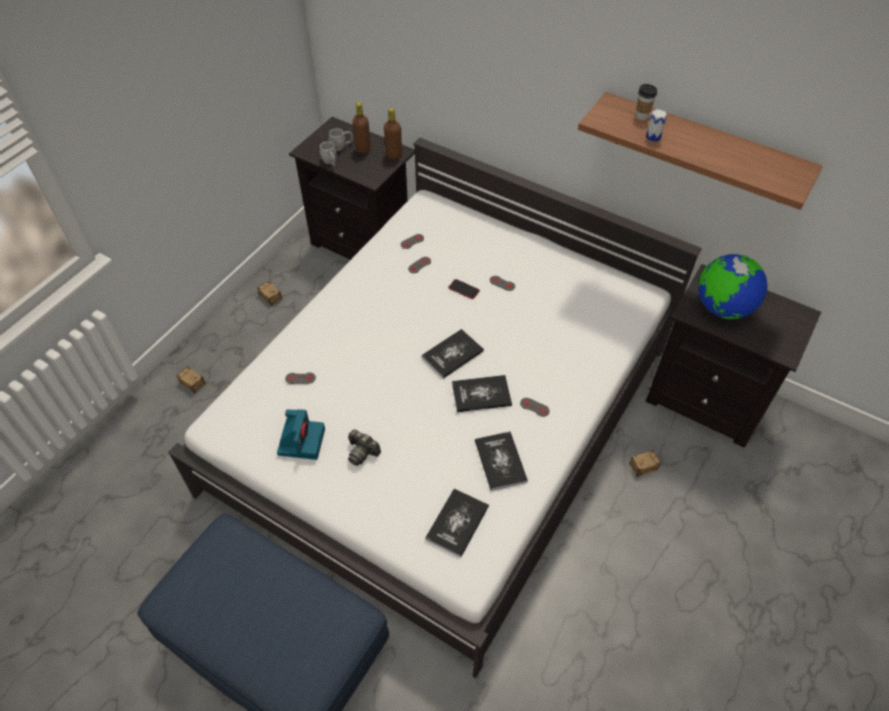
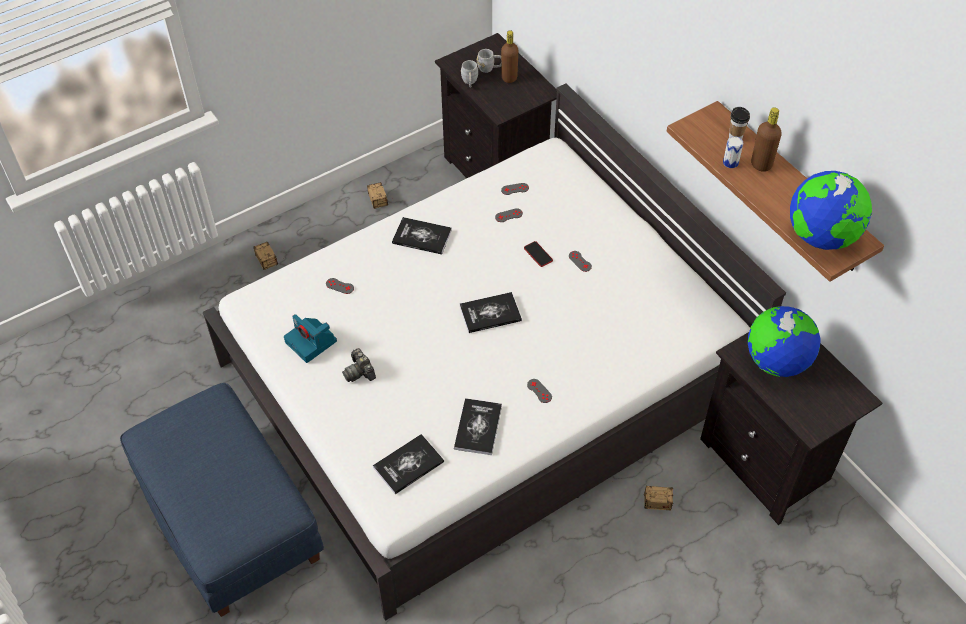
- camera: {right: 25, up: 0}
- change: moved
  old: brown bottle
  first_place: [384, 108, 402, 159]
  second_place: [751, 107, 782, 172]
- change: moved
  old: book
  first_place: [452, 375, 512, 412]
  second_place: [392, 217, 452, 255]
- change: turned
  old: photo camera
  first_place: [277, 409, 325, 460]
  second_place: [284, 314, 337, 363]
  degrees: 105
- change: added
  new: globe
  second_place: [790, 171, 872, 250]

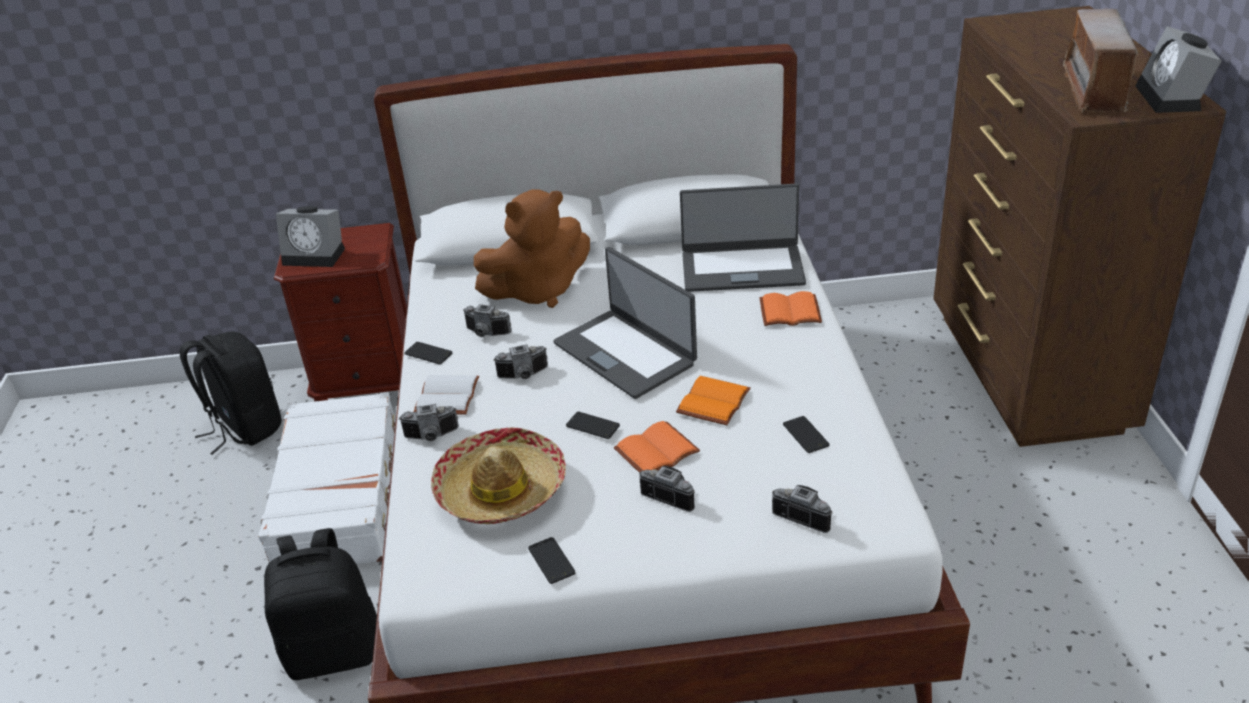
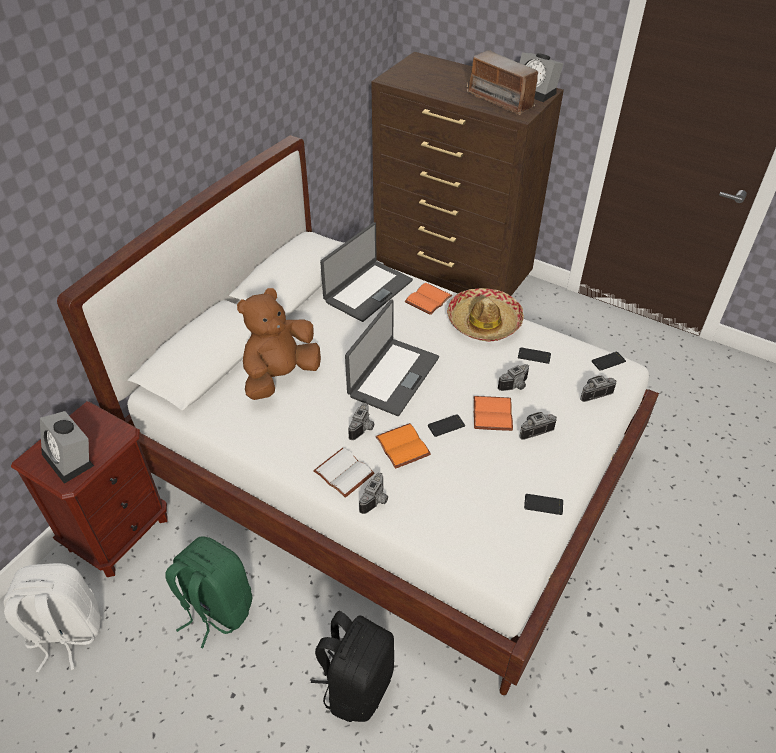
- camera: {right: -55, up: 10}
- change: turned
  old: brown plush toy
  first_place: [474, 189, 590, 308]
  second_place: [237, 288, 321, 400]
  degrees: -150
- change: turned
  old: alarm clock
  first_place: [276, 206, 345, 267]
  second_place: [40, 411, 94, 484]
  degrees: 90
- change: turned
  old: laptop
  first_place: [553, 247, 697, 399]
  second_place: [345, 299, 439, 416]
  degrees: -60
- change: moved
  old: photo camera
  first_place: [463, 304, 512, 337]
  second_place: [498, 364, 529, 391]
- change: recoloured
  old: black backpack
  new: white backpack
  first_place: [180, 331, 281, 455]
  second_place: [3, 563, 101, 672]
- change: moved
  old: phone
  first_place: [404, 342, 452, 364]
  second_place: [591, 352, 626, 371]
- change: moved
  old: orange book
  first_place: [676, 376, 751, 425]
  second_place: [375, 423, 431, 469]
- change: replaced
  old: white suitcase
  new: green backpack
  first_place: [258, 392, 396, 564]
  second_place: [165, 537, 252, 648]
- change: moved
  old: hat
  first_place: [431, 427, 566, 524]
  second_place: [447, 288, 524, 342]

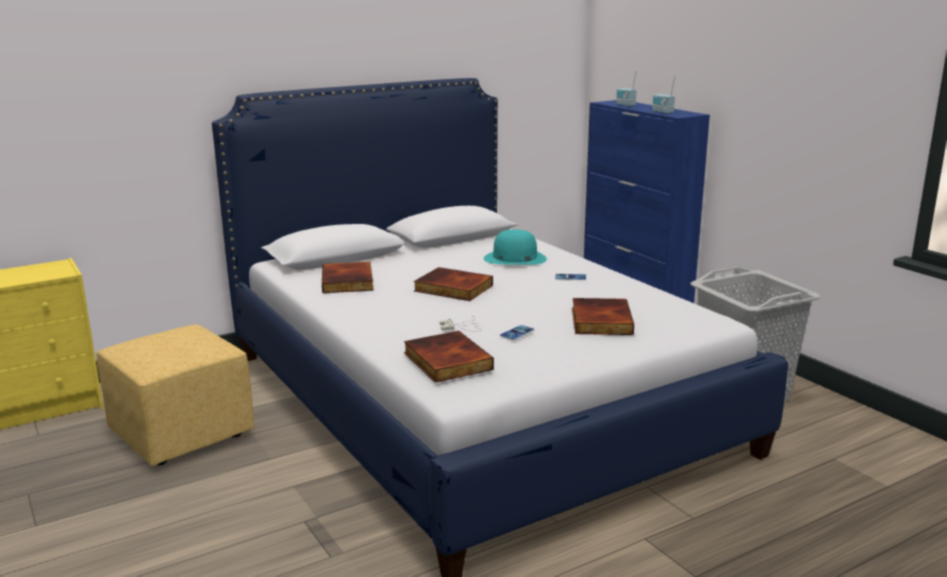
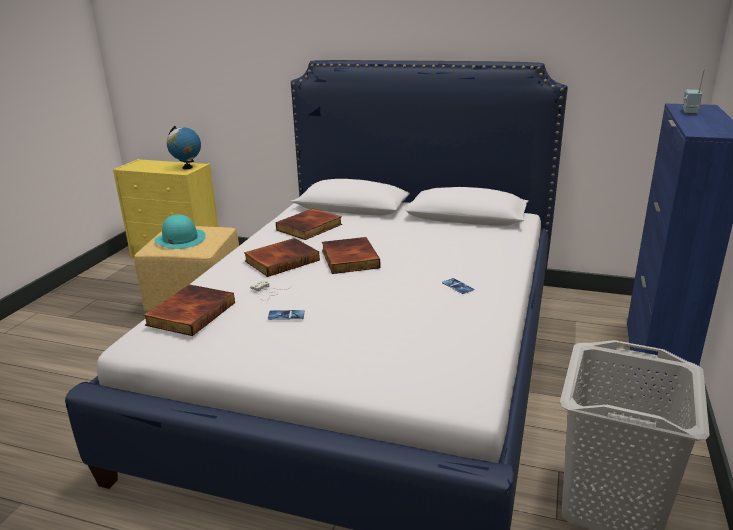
- camera: {right: 50, up: 5}
- change: removed
  old: radio
  first_place: [652, 76, 675, 114]
- change: moved
  old: turquoise hat
  first_place: [484, 229, 547, 265]
  second_place: [155, 214, 206, 249]
- change: moved
  old: book
  first_place: [572, 298, 634, 335]
  second_place: [244, 238, 320, 277]
- change: added
  new: globe
  second_place: [167, 126, 201, 169]

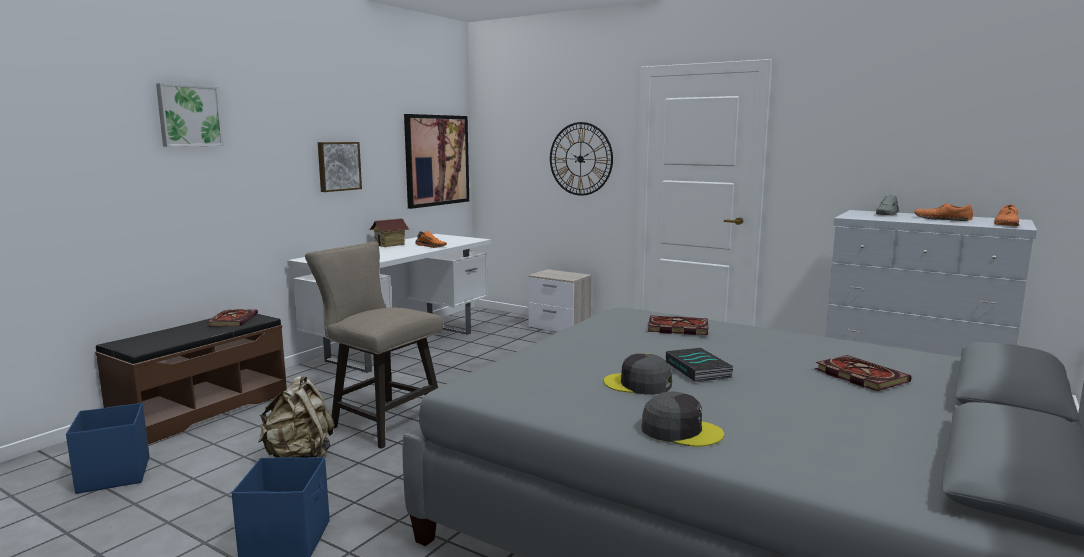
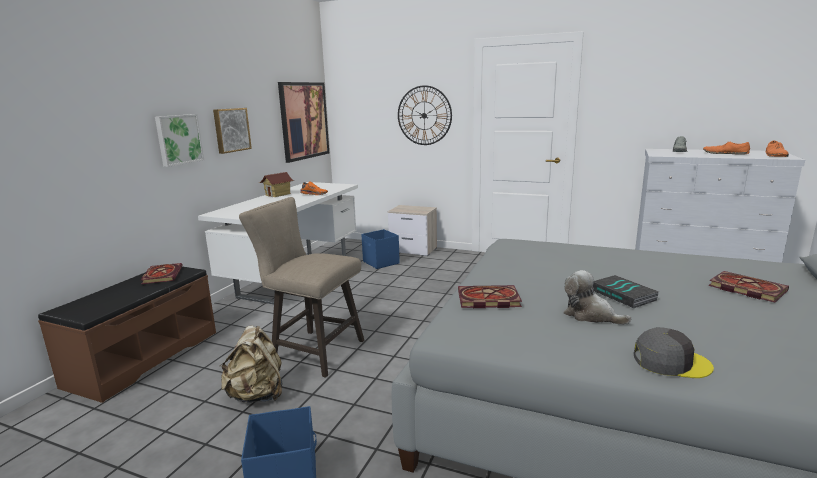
- camera: {right: -10, up: 5}
- change: moved
  old: picture
  first_place: [156, 83, 224, 147]
  second_place: [155, 114, 204, 167]
- change: moved
  old: book
  first_place: [648, 315, 709, 335]
  second_place: [458, 285, 522, 308]
- change: replaced
  old: grey cap
  new: plush toy
  first_place: [604, 353, 672, 395]
  second_place: [563, 270, 631, 325]
- change: moved
  old: blue storage box
  first_place: [66, 403, 149, 494]
  second_place: [361, 229, 400, 269]

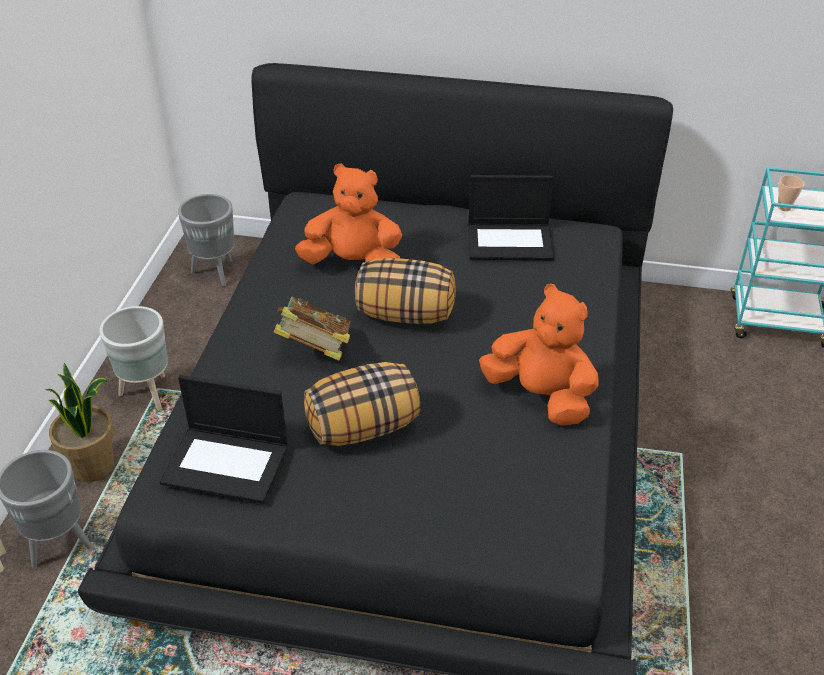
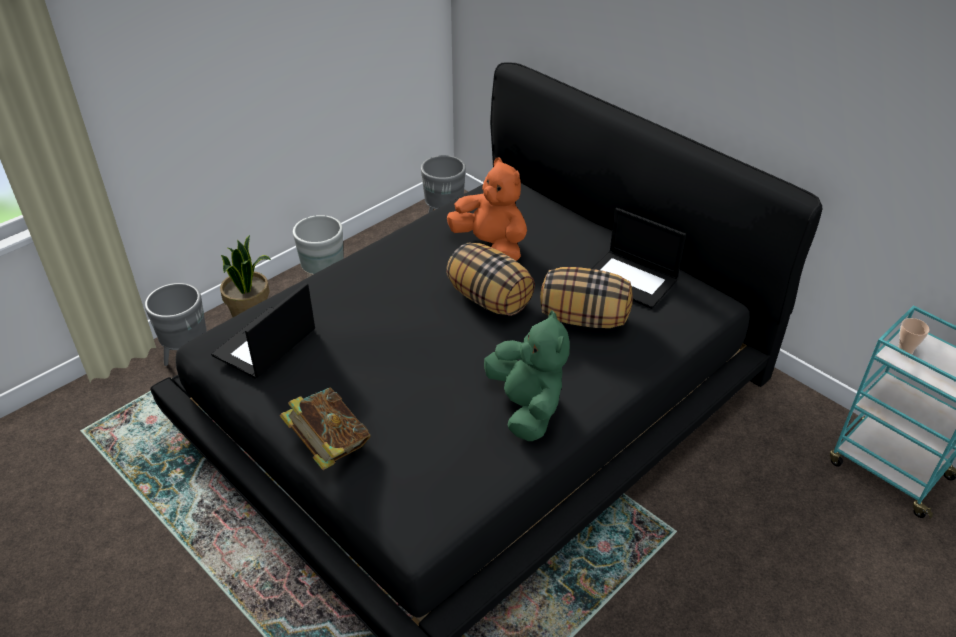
- camera: {right: 35, up: 0}
- change: recoloured
  old: orange plush toy
  new: green plush toy
  first_place: [479, 284, 599, 425]
  second_place: [484, 310, 570, 441]
- change: moved
  old: book
  first_place: [274, 297, 350, 361]
  second_place: [280, 388, 371, 470]
- change: moved
  old: pillow
  first_place: [304, 362, 421, 446]
  second_place: [540, 267, 633, 328]
- change: turned
  old: laptop
  first_place: [160, 375, 288, 503]
  second_place: [211, 283, 315, 379]
  degrees: 75

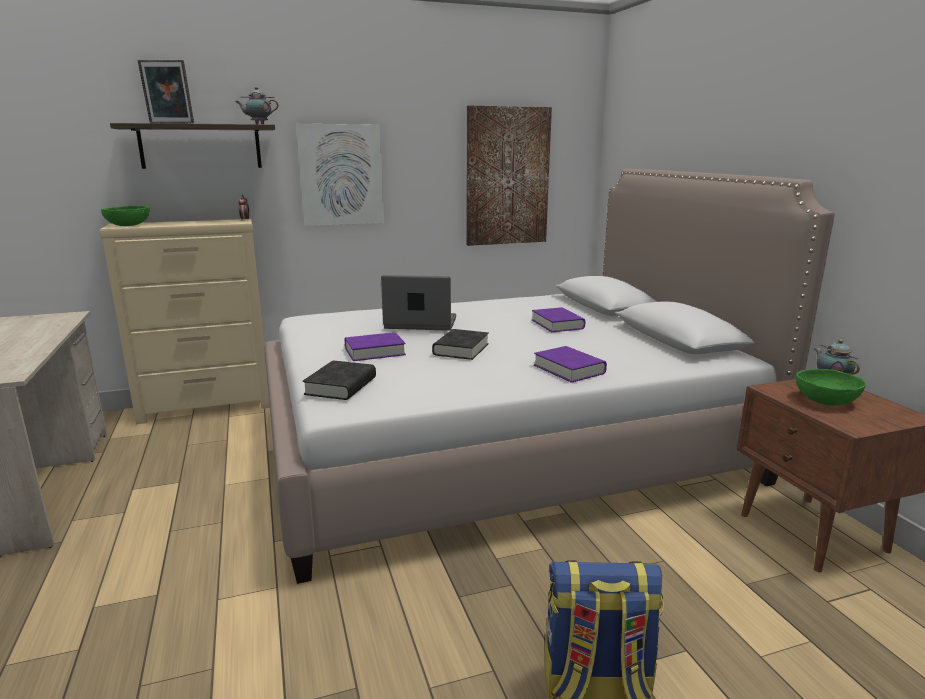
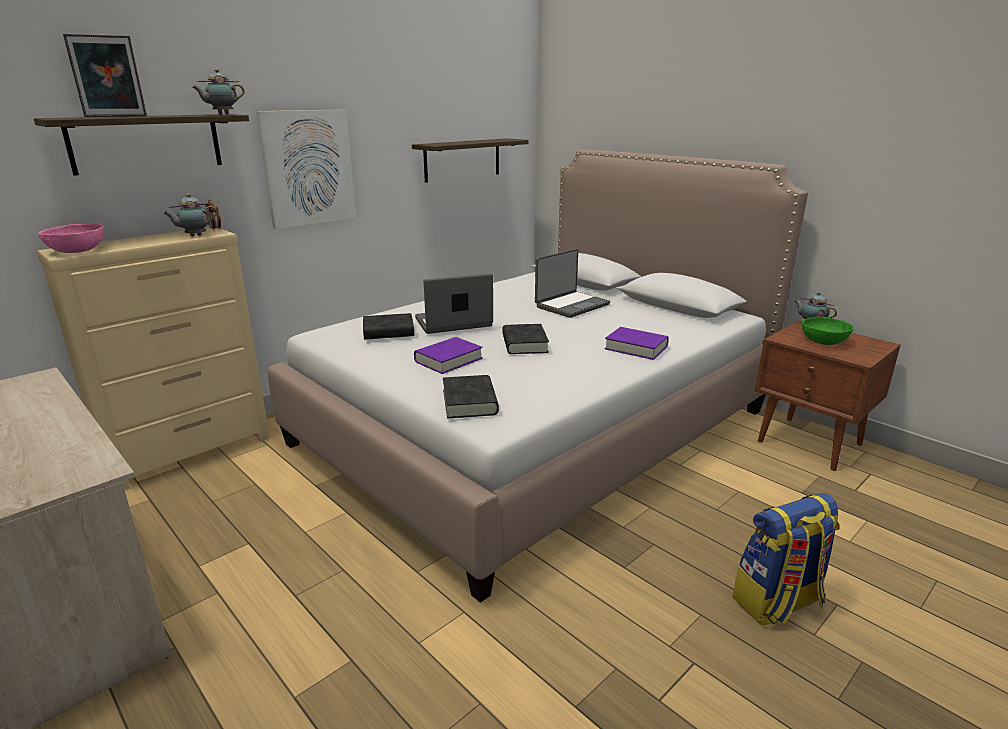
- camera: {right: -25, up: 5}
- change: replaced
  old: picture
  new: shelf
  first_place: [466, 106, 552, 246]
  second_place: [412, 138, 528, 183]
- change: recoloured
  old: green bowl
  new: pink bowl
  first_place: [101, 206, 150, 226]
  second_place: [38, 224, 104, 253]
- change: replaced
  old: purple book
  new: laptop
  first_place: [532, 307, 585, 332]
  second_place: [535, 249, 610, 318]
- change: added
  new: teapot
  second_place: [163, 194, 218, 236]
- change: added
  new: black book
  second_place: [363, 313, 414, 340]

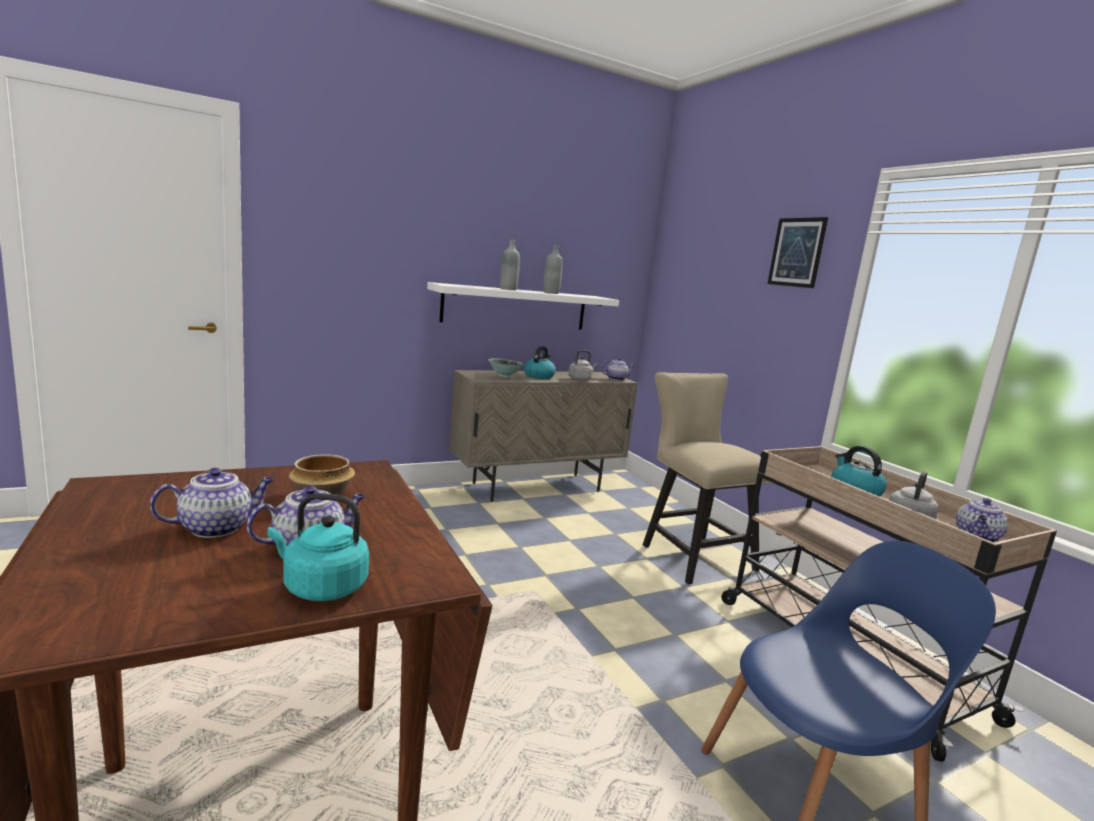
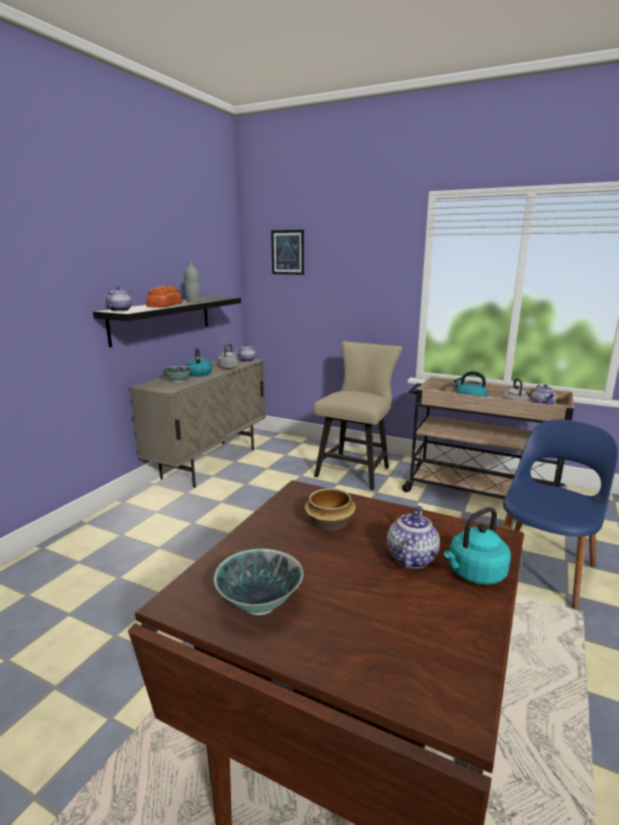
- camera: {right: -35, up: 5}
- change: moved
  old: picture
  first_place: [768, 217, 828, 288]
  second_place: [271, 230, 304, 275]
- change: replaced
  old: grey bottle
  new: bread
  first_place: [500, 240, 520, 290]
  second_place: [146, 286, 183, 307]
- change: recoloured
  old: white shelf
  new: black shelf
  first_place: [427, 282, 619, 330]
  second_place: [93, 296, 241, 347]
- change: turned
  old: beige chair
  first_place: [643, 372, 772, 584]
  second_place: [314, 341, 402, 490]
  degrees: 90
- change: moved
  old: teapot
  first_place: [150, 468, 274, 538]
  second_place: [104, 286, 132, 311]
- change: added
  new: bowl
  second_place: [214, 549, 303, 615]

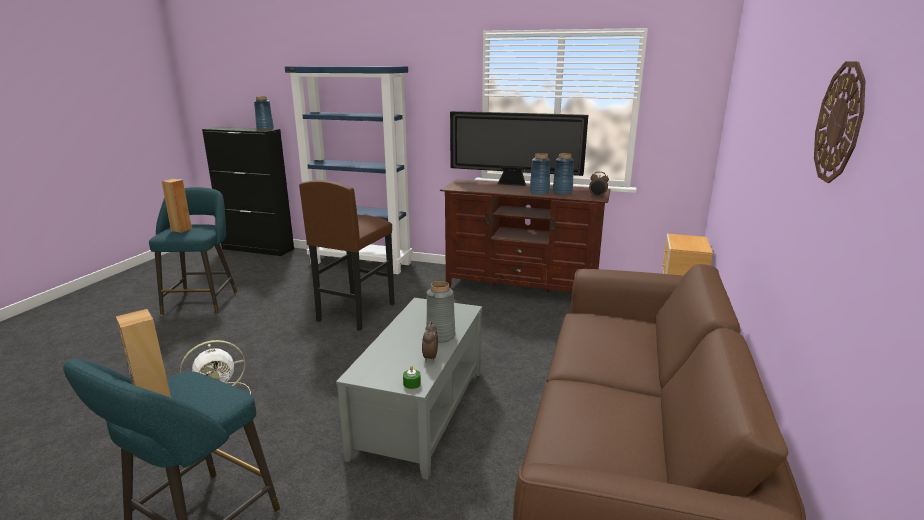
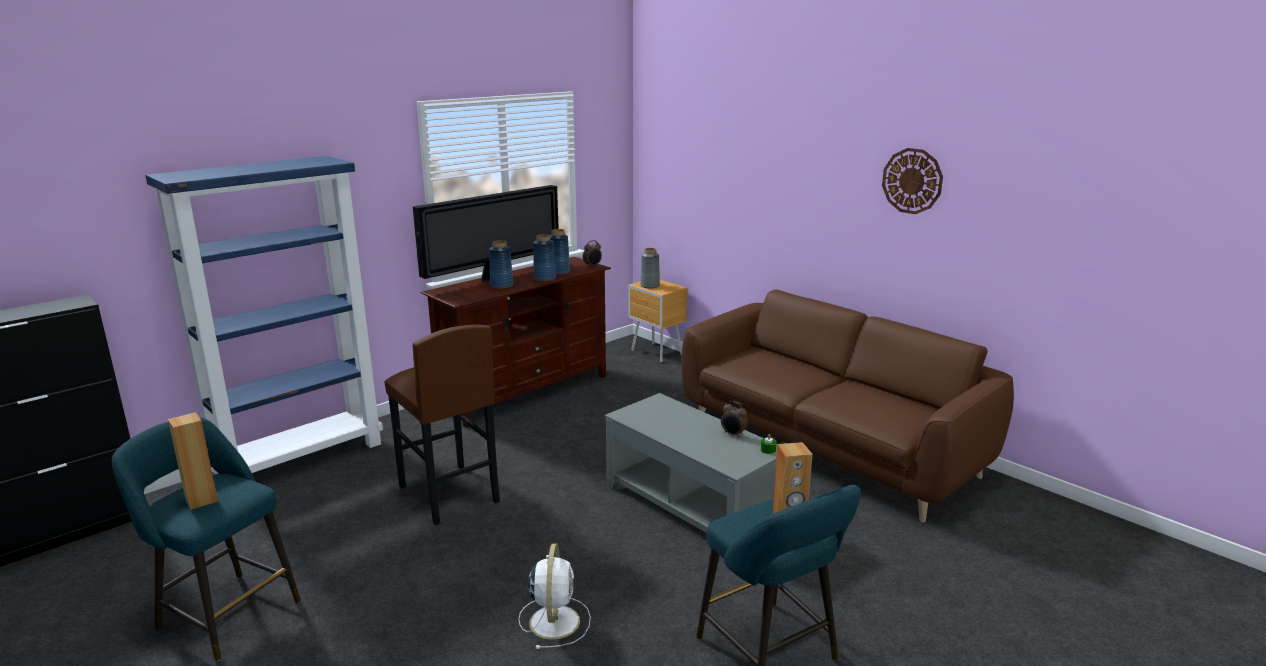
- camera: {right: -60, up: 0}
- change: moved
  old: blue vase
  first_place: [254, 96, 274, 131]
  second_place: [489, 240, 513, 288]
- change: moved
  old: grey vase
  first_place: [426, 281, 455, 343]
  second_place: [640, 248, 660, 289]

